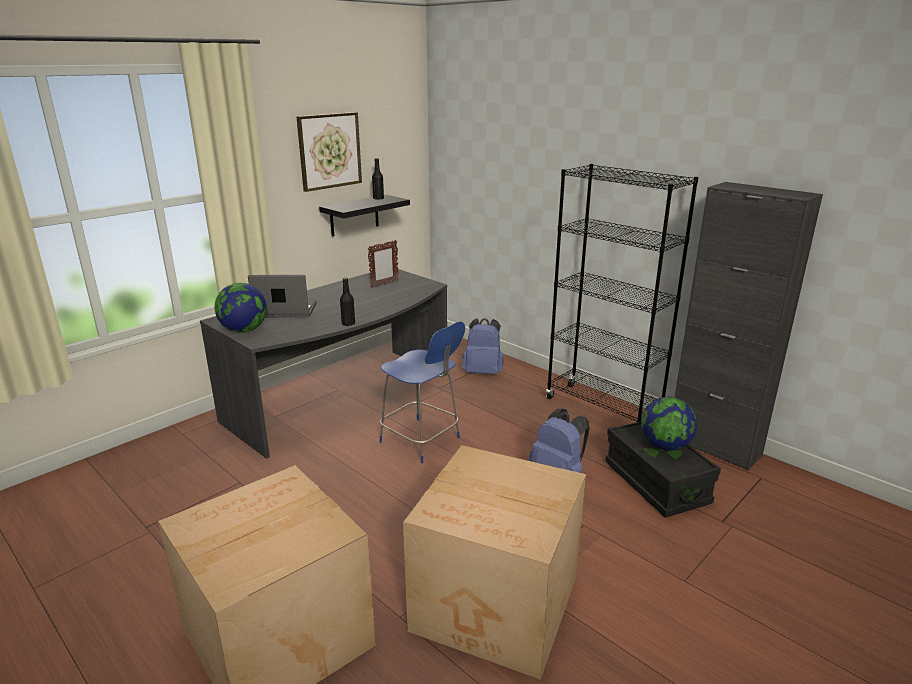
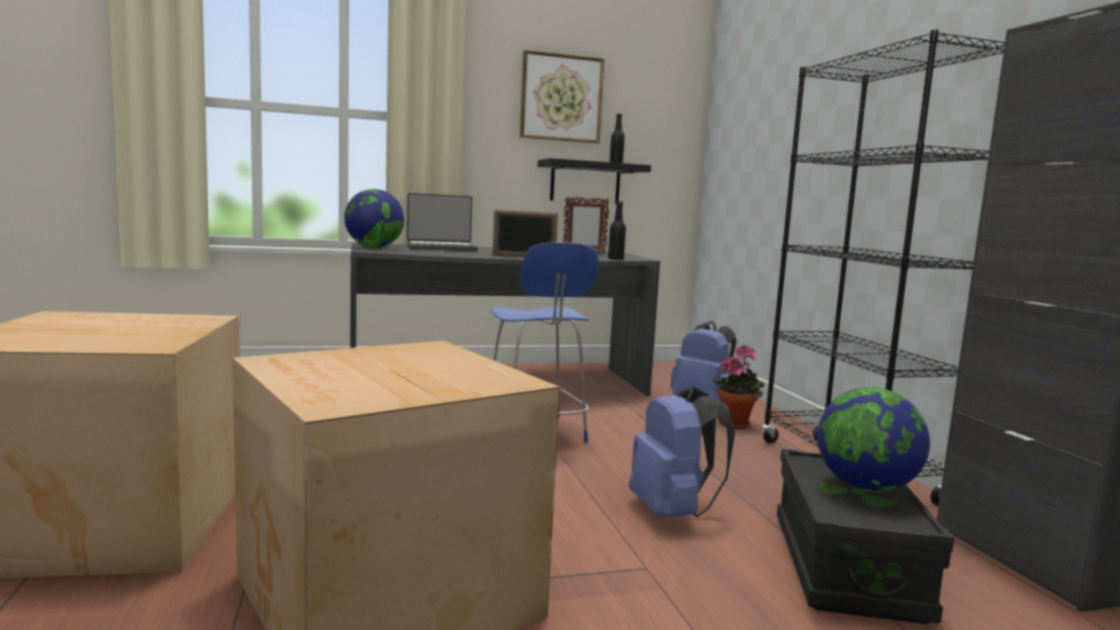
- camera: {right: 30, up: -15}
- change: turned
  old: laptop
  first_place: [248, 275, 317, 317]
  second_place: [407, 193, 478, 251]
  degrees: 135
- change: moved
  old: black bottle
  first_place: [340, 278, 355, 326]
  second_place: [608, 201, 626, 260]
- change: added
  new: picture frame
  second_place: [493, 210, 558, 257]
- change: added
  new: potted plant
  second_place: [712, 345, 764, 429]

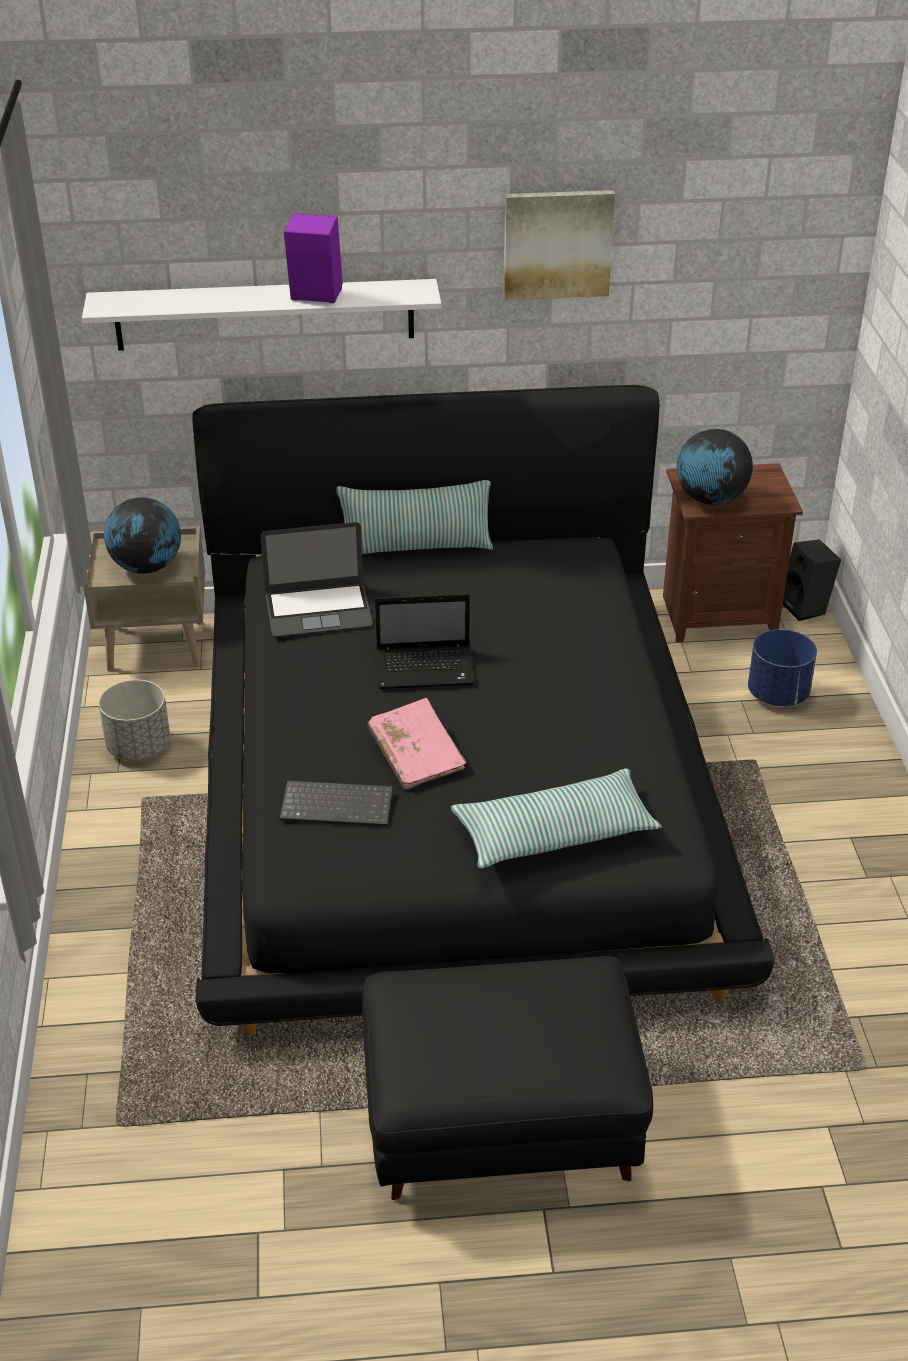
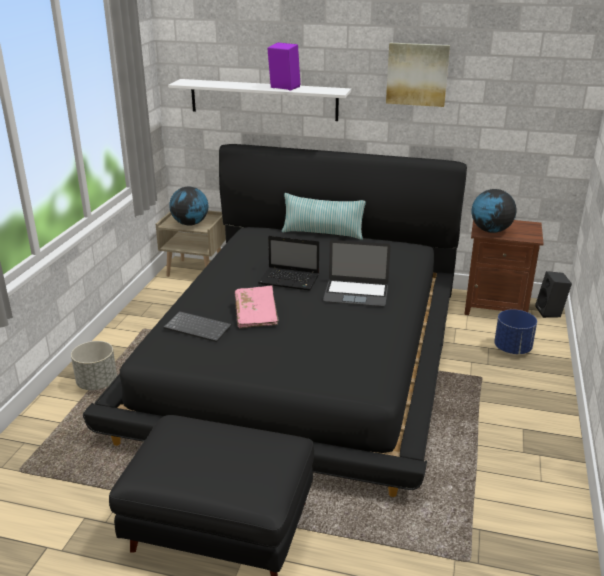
- camera: {right: 20, up: -10}
- change: moved
  old: laptop
  first_place: [260, 522, 373, 637]
  second_place: [323, 240, 391, 306]
- change: moved
  old: grey planter
  first_place: [99, 680, 170, 760]
  second_place: [71, 341, 117, 390]
- change: removed
  old: pillow
  first_place: [451, 768, 662, 868]

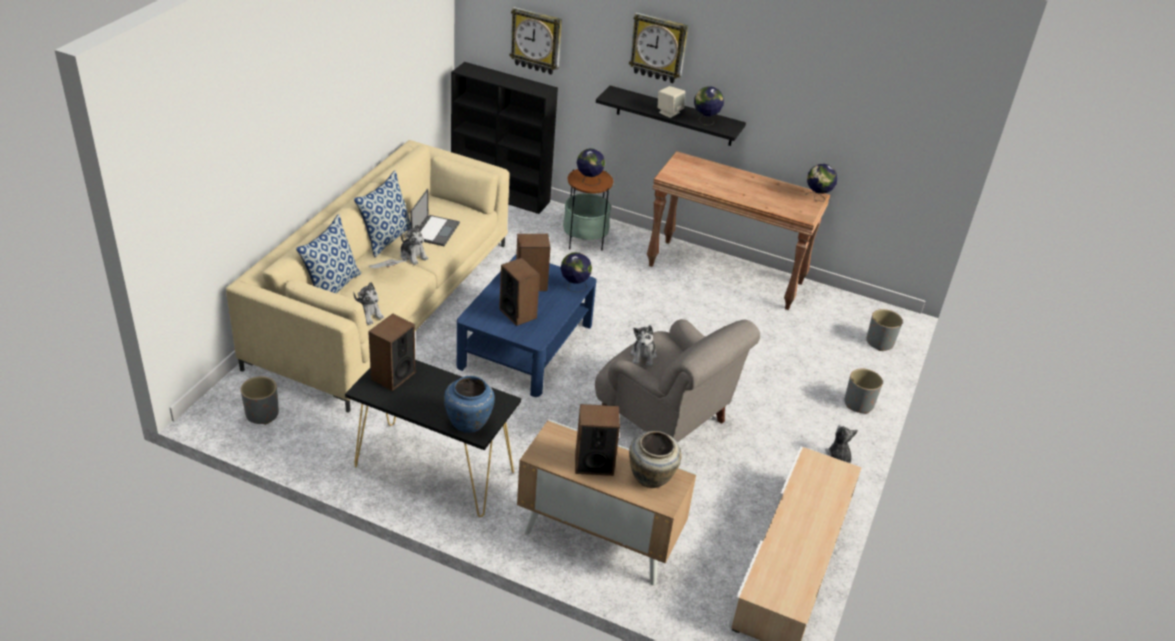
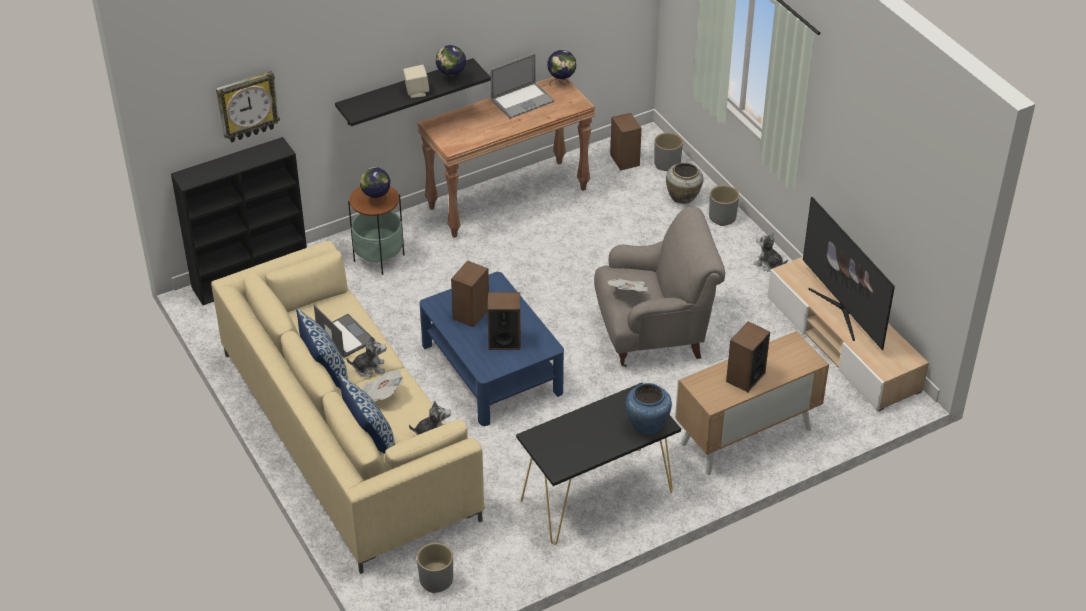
- camera: {right: -50, up: 5}
- change: removed
  old: wall clock
  first_place: [629, 12, 688, 83]
- change: removed
  old: globe
  first_place: [560, 252, 592, 292]
- change: moved
  old: speaker
  first_place: [368, 314, 416, 391]
  second_place: [610, 113, 642, 171]
- change: replaced
  old: plush toy
  new: newspaper
  first_place: [630, 325, 657, 366]
  second_place: [607, 279, 649, 292]
- change: moved
  old: beige vase
  first_place: [629, 431, 682, 488]
  second_place: [666, 163, 703, 204]
- change: added
  new: laptop
  second_place: [490, 54, 554, 119]
- change: added
  new: television
  second_place: [803, 197, 895, 350]

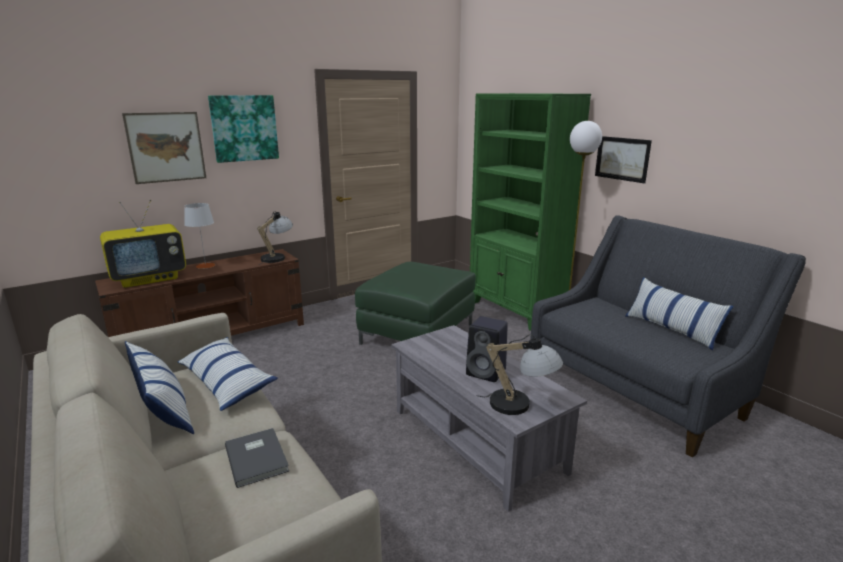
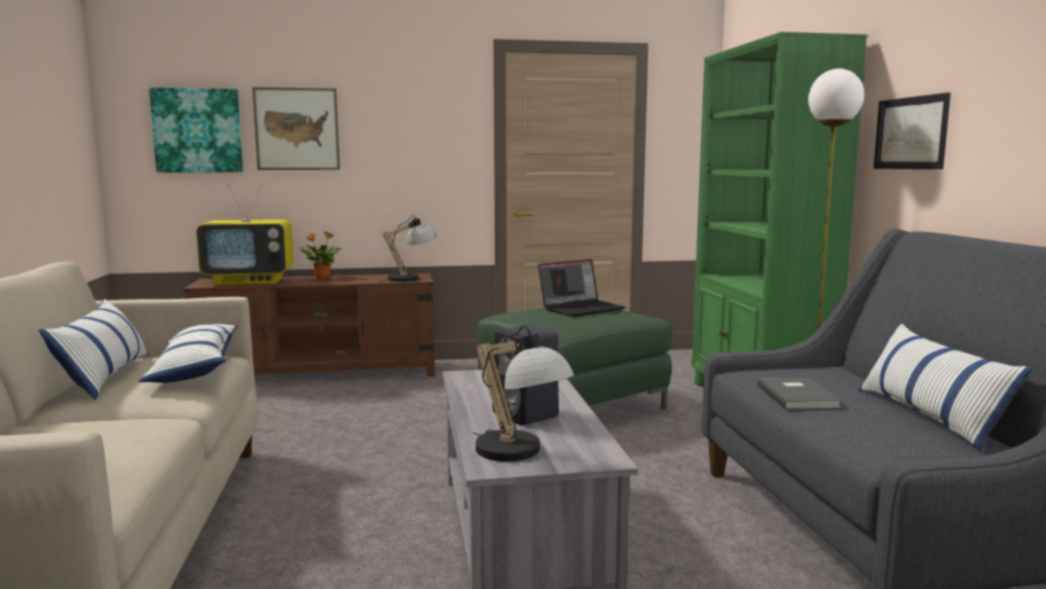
- camera: {right: 25, up: -10}
- change: moved
  old: picture
  first_place: [208, 95, 279, 163]
  second_place: [149, 87, 243, 173]
- change: replaced
  old: grey table lamp
  new: potted plant
  first_place: [184, 203, 215, 269]
  second_place: [299, 231, 342, 279]
- change: moved
  old: grey book
  first_place: [225, 428, 289, 488]
  second_place: [757, 378, 842, 409]
- change: added
  new: laptop
  second_place: [538, 259, 625, 317]

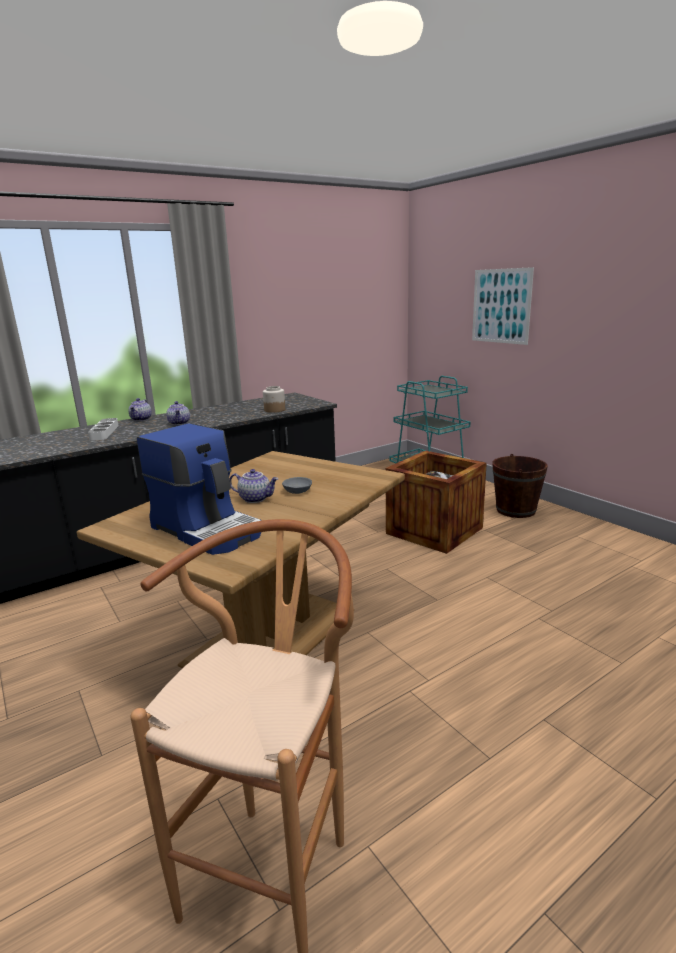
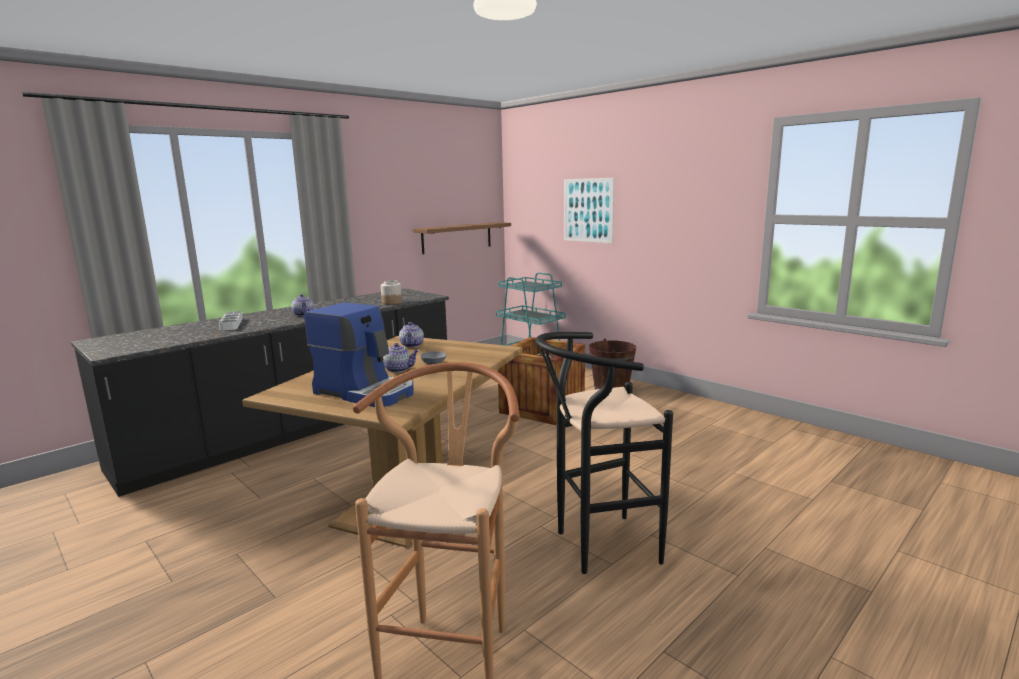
- camera: {right: -10, up: -5}
- change: moved
  old: teapot
  first_place: [128, 398, 152, 421]
  second_place: [399, 322, 424, 348]
- change: added
  new: brown shelf
  second_place: [413, 222, 511, 254]
- change: added
  new: black stool
  second_place: [535, 332, 673, 574]

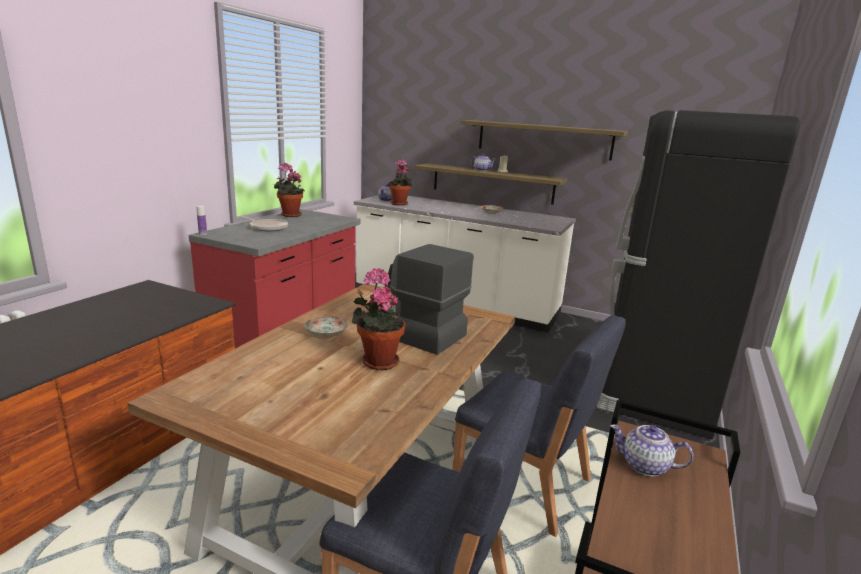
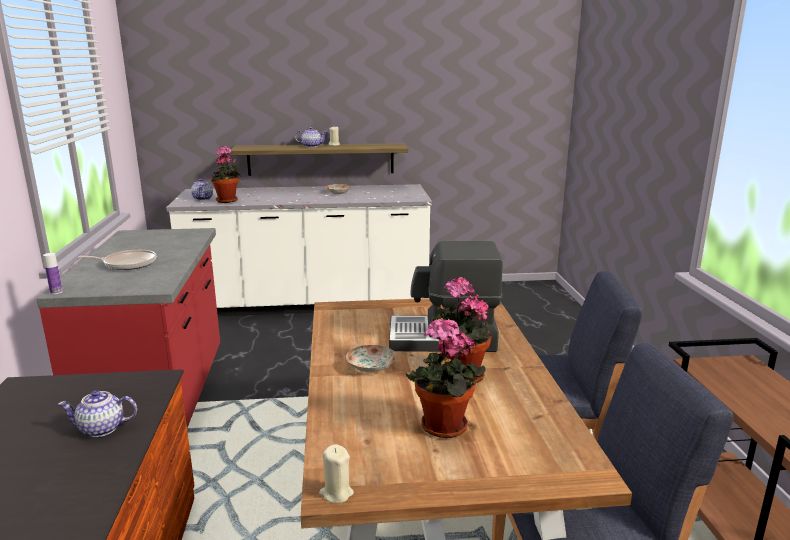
- camera: {right: -30, up: 0}
- change: removed
  old: black fridge
  first_place: [597, 110, 800, 439]
- change: removed
  old: shelf
  first_place: [460, 120, 628, 161]
- change: moved
  old: potted plant
  first_place: [274, 163, 304, 217]
  second_place: [406, 318, 486, 439]
- change: moved
  old: teapot
  first_place: [610, 424, 693, 476]
  second_place: [58, 390, 137, 437]
- change: added
  new: beige candle
  second_place: [319, 444, 354, 504]

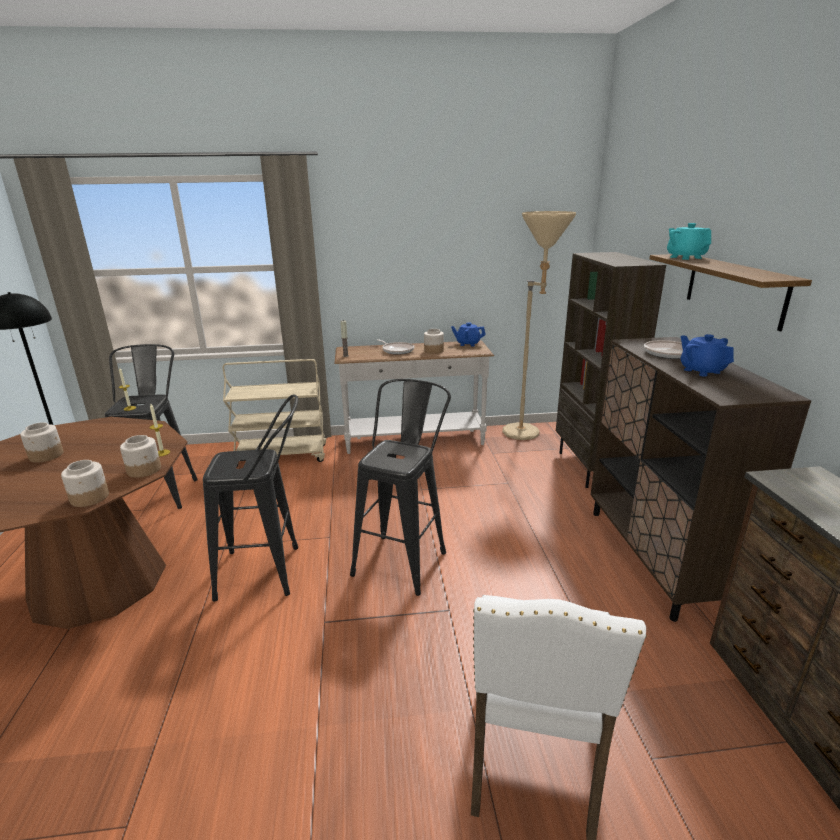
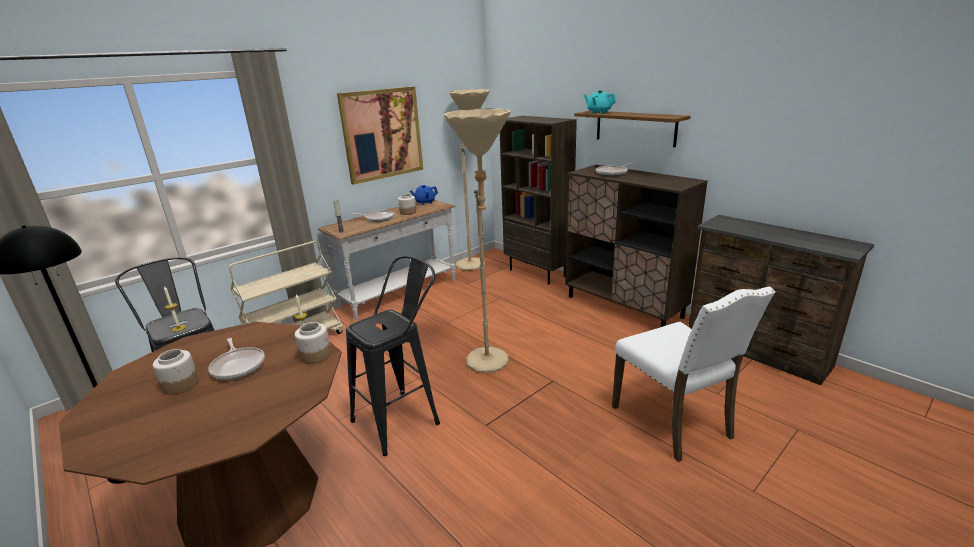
- camera: {right: -35, up: 0}
- change: removed
  old: blue teapot
  first_place: [680, 334, 734, 377]
- change: replaced
  old: black stool
  new: beige floor lamp
  first_place: [350, 379, 451, 596]
  second_place: [444, 108, 510, 373]
- change: removed
  old: jar
  first_place: [61, 460, 109, 507]
- change: added
  new: picture
  second_place: [337, 87, 423, 185]
- change: added
  new: frying pan
  second_place: [209, 338, 265, 380]

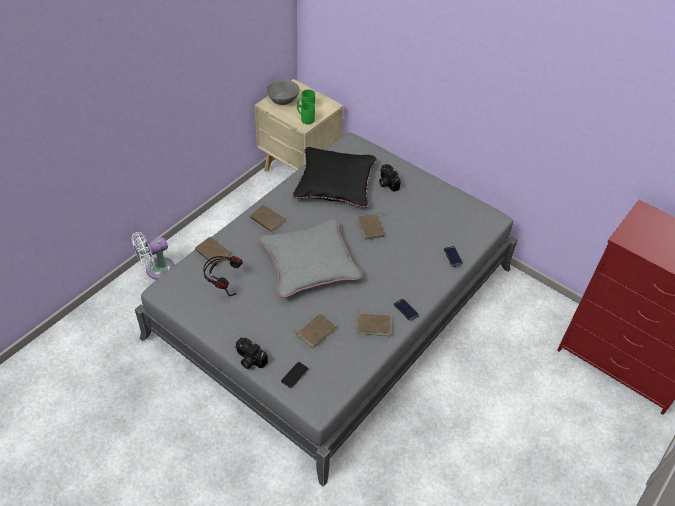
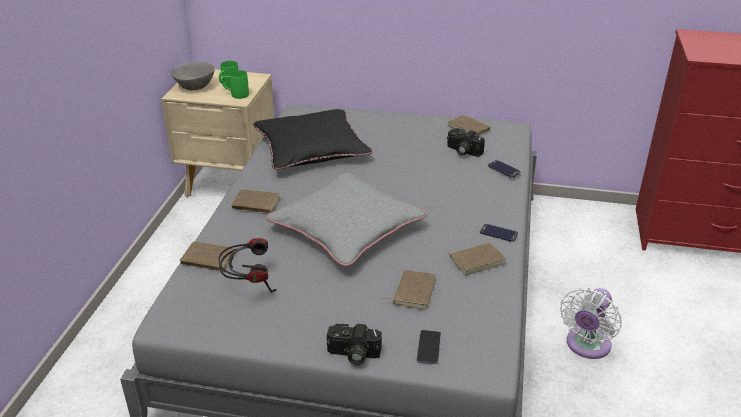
- camera: {right: -25, up: -15}
- change: moved
  old: photo camera
  first_place: [379, 164, 401, 192]
  second_place: [447, 128, 485, 157]
- change: moved
  old: brown book
  first_place: [357, 212, 385, 240]
  second_place: [448, 113, 491, 136]
- change: moved
  old: white fan
  first_place: [132, 232, 175, 280]
  second_place: [560, 288, 622, 359]

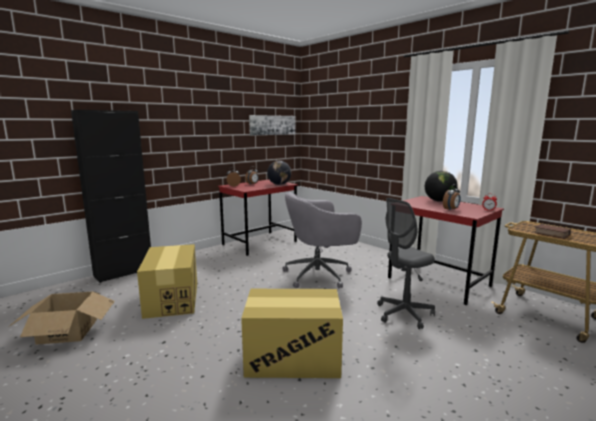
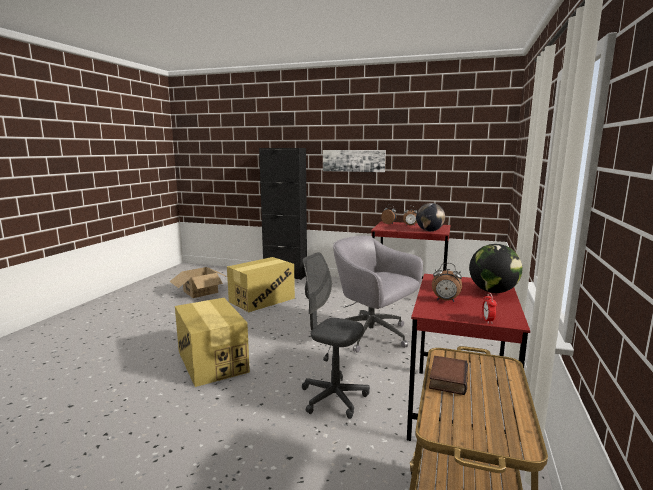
- camera: {right: 60, up: 0}
- change: moved
  old: picture
  first_place: [249, 115, 295, 135]
  second_place: [323, 150, 386, 172]

